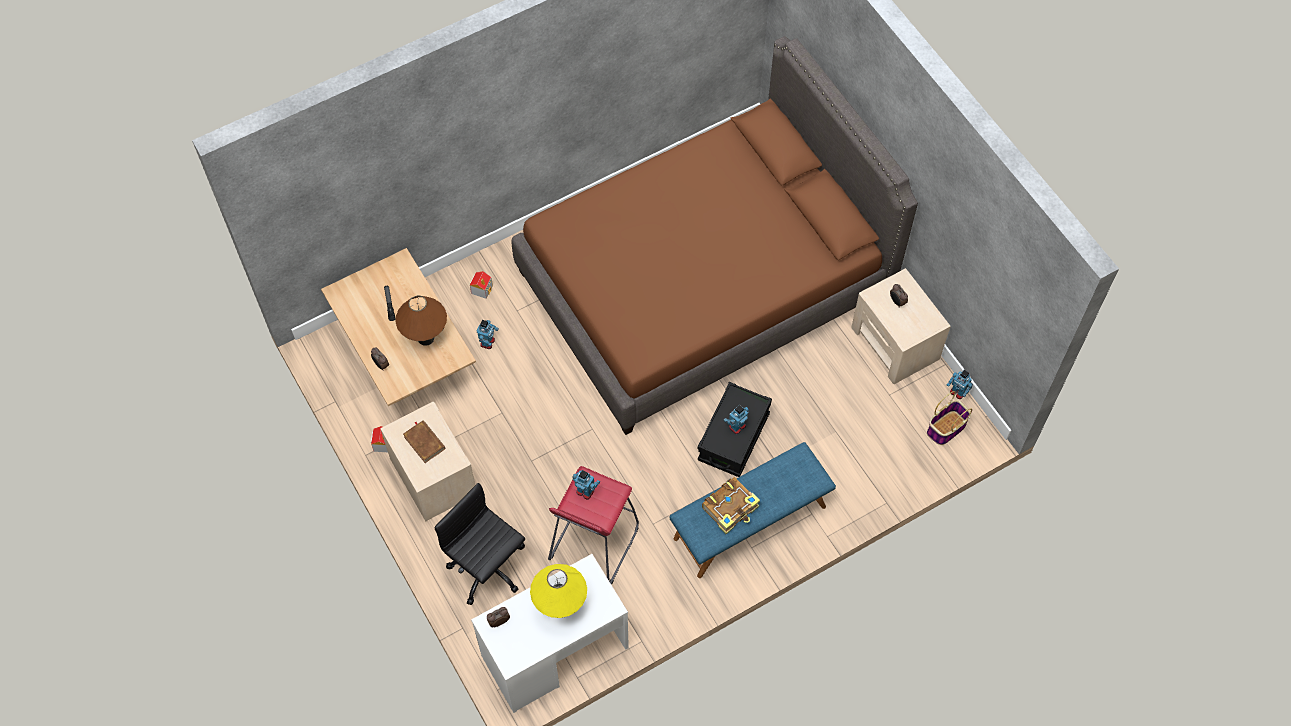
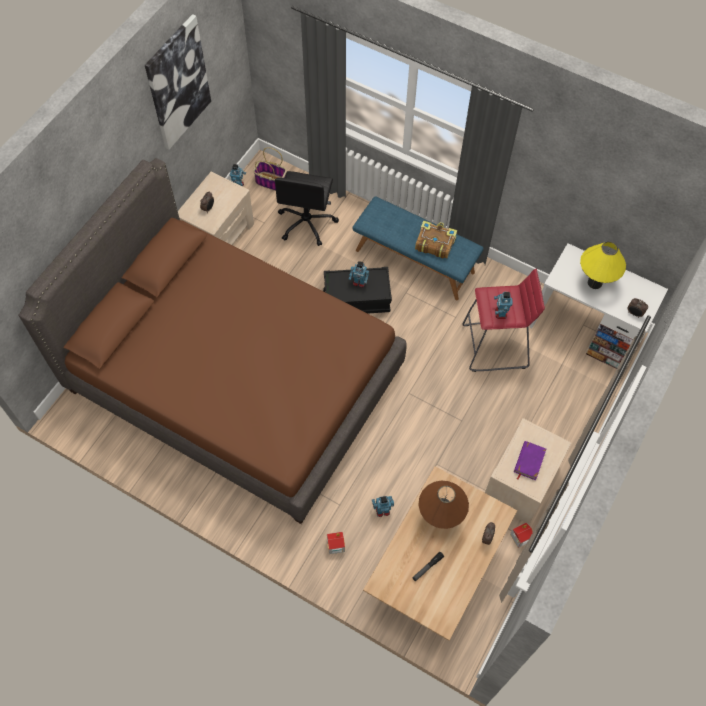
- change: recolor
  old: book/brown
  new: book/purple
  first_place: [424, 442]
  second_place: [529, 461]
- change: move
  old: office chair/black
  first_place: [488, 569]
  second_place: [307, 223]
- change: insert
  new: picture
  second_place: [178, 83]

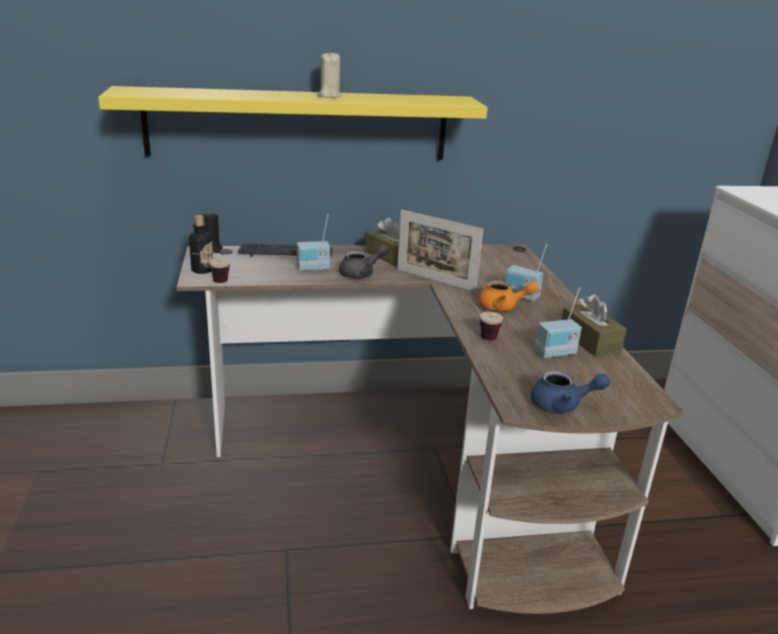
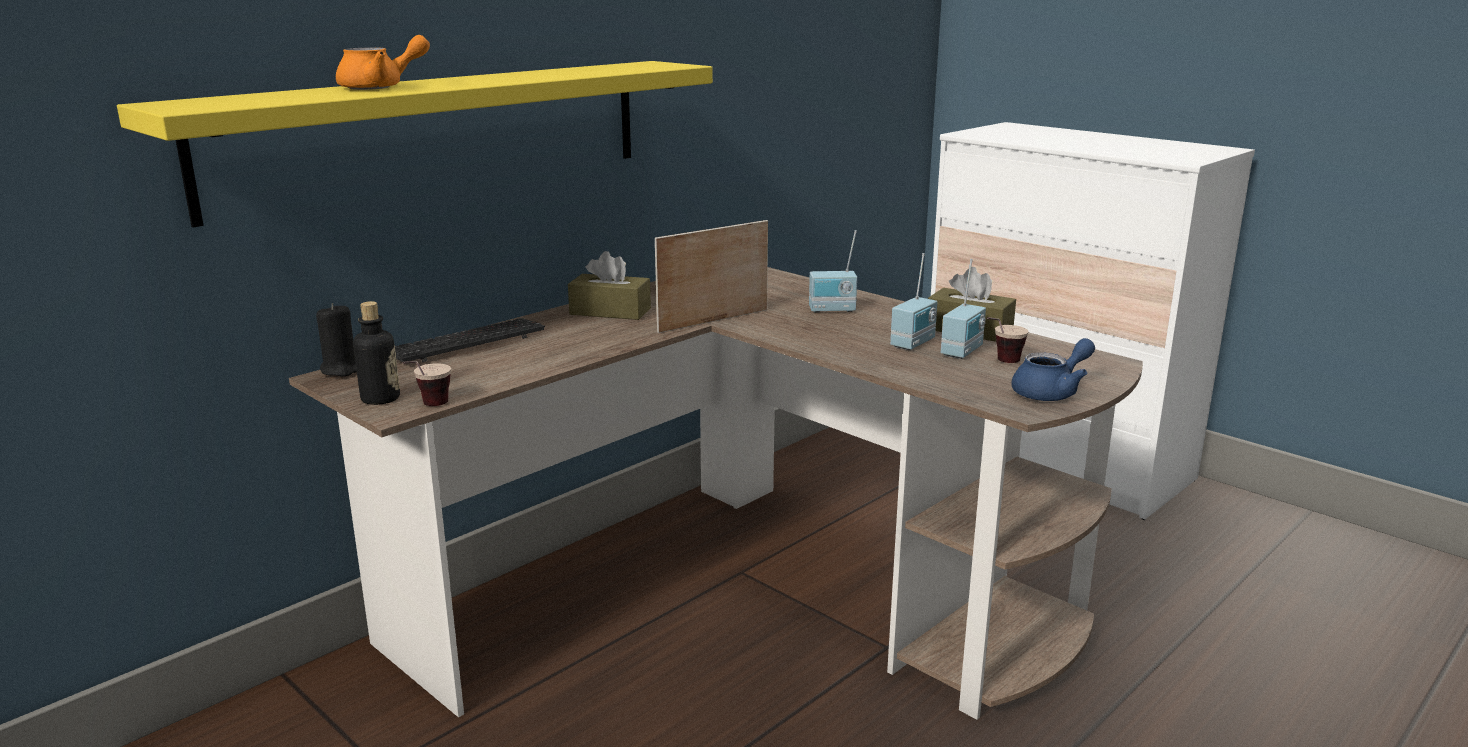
- change: move
  old: radio
  first_place: [313, 269]
  second_place: [914, 343]
- change: delete
  old: candle/beige
  first_place: [329, 96]
- change: delete
  old: teapot/grey
  first_place: [362, 274]
- change: rotate
  old: picture frame
  first_place: [435, 280]
  second_place: [713, 321]
  degrees: 150
- change: move
  old: cup
  first_place: [479, 337]
  second_place: [1000, 363]
- change: move
  old: teapot/orange
  first_place: [503, 307]
  second_place: [381, 87]

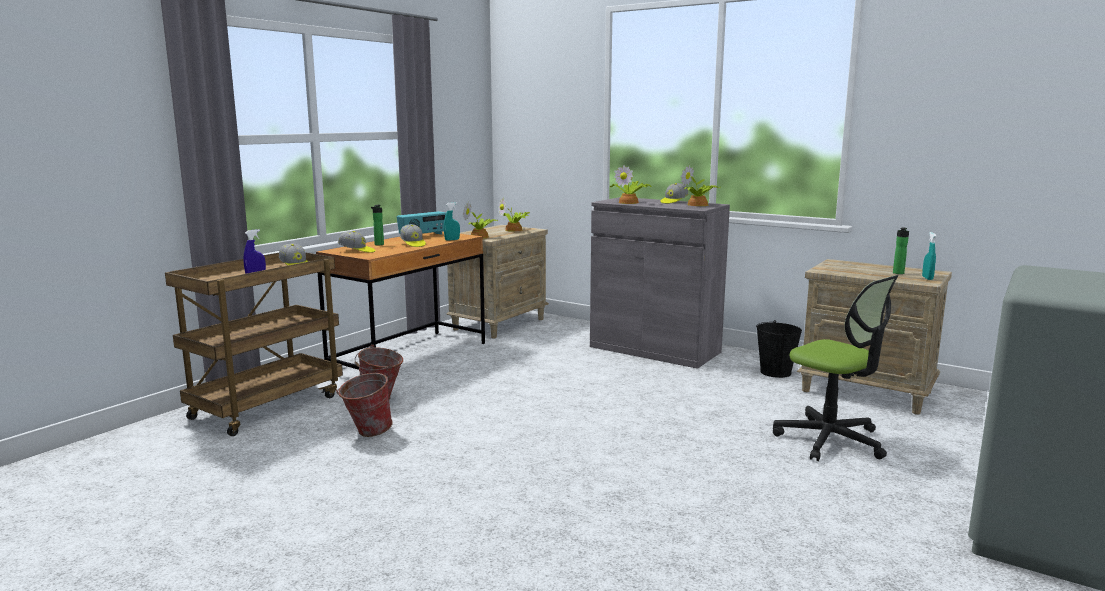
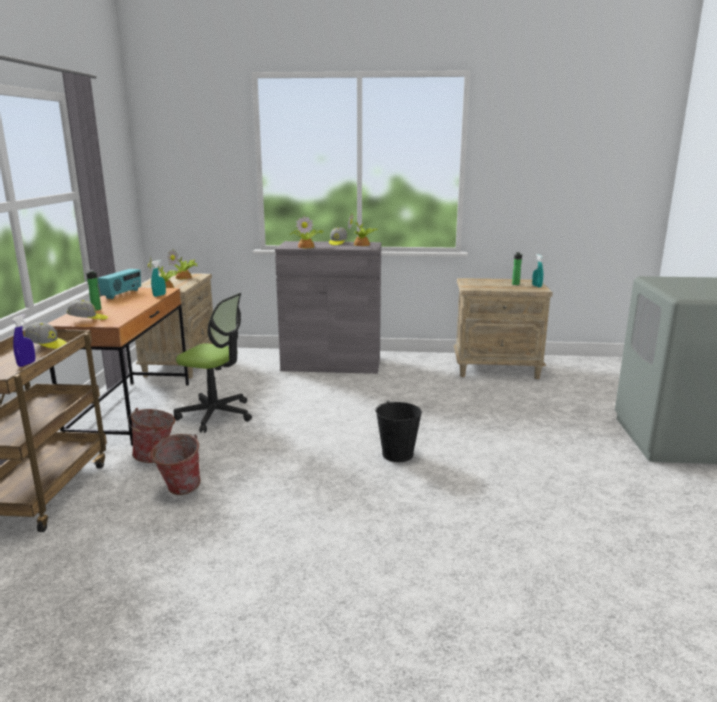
- change: delete
  old: cap
  first_place: [413, 244]
- change: move
  old: bucket/black
  first_place: [776, 372]
  second_place: [398, 454]
- change: move
  old: office chair
  first_place: [830, 440]
  second_place: [216, 415]

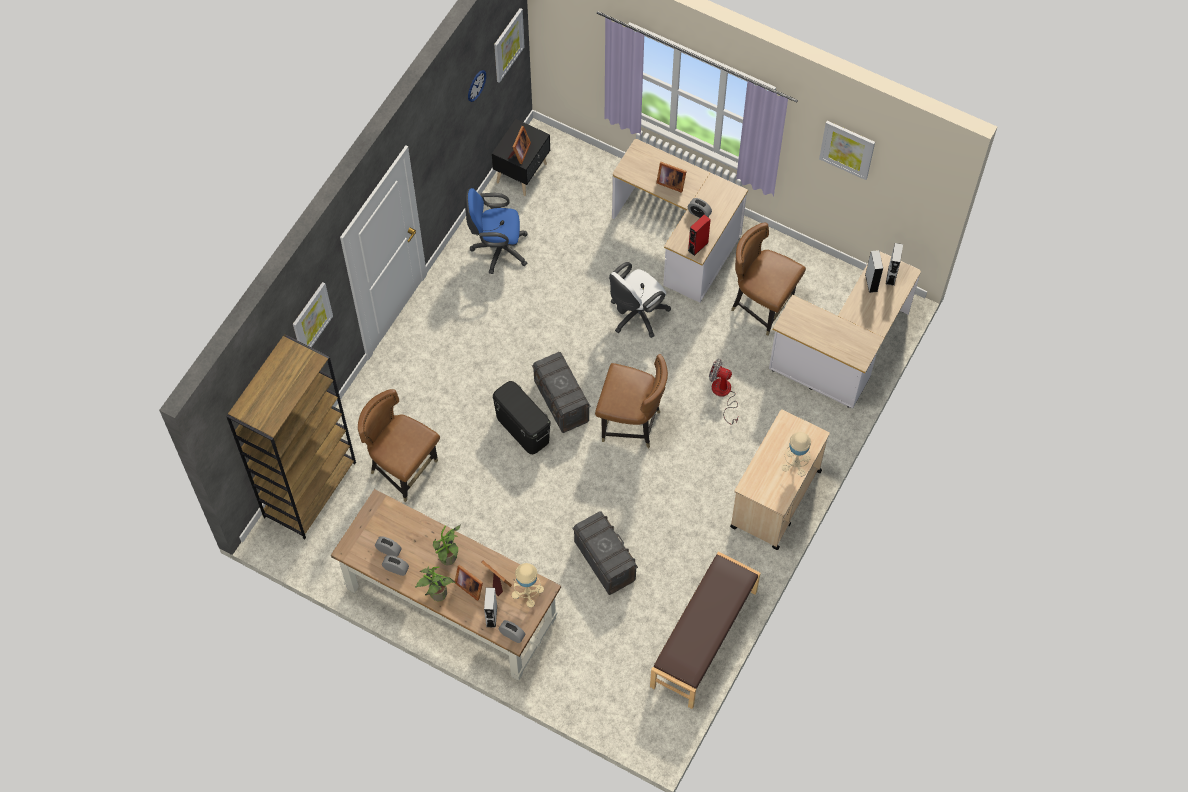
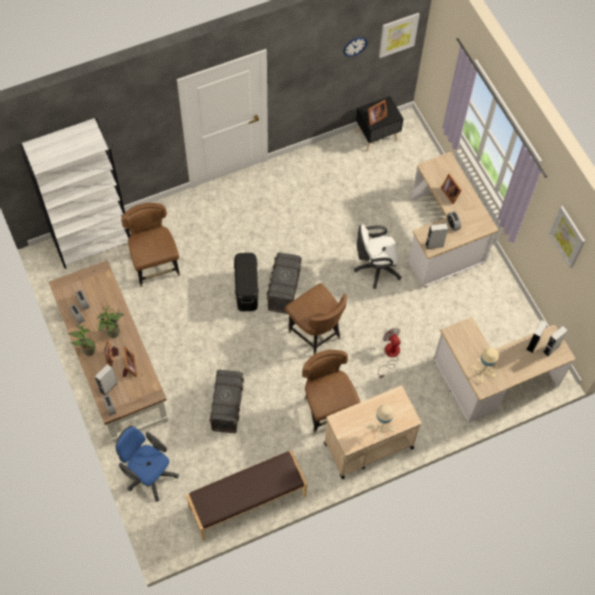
- change: recolor
  old: bookcase/brown
  new: bookcase/white
  first_place: [310, 489]
  second_place: [93, 241]
- change: delete
  old: picture
  first_place: [311, 319]
- change: move
  old: office chair/blue
  first_place: [497, 249]
  second_place: [148, 474]
- change: move
  old: table lamp/beige
  first_place: [527, 592]
  second_place: [483, 371]
- change: recolor
  old: speaker/red
  new: speaker/grey
  first_place: [698, 246]
  second_place: [434, 245]
- change: move
  old: chair/brown
  first_place: [762, 306]
  second_place: [327, 409]

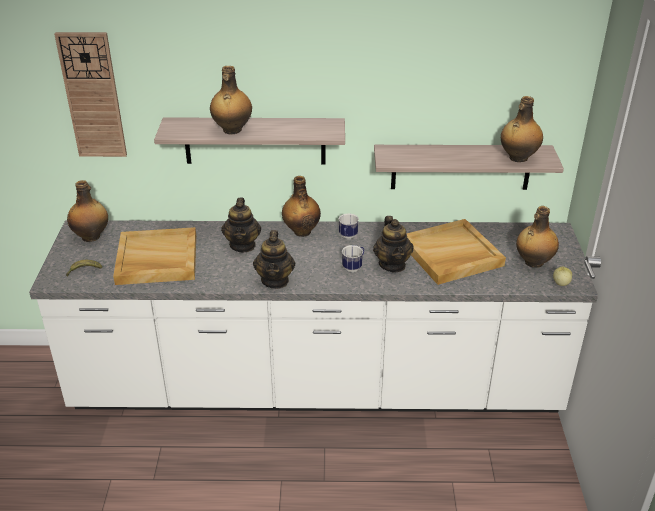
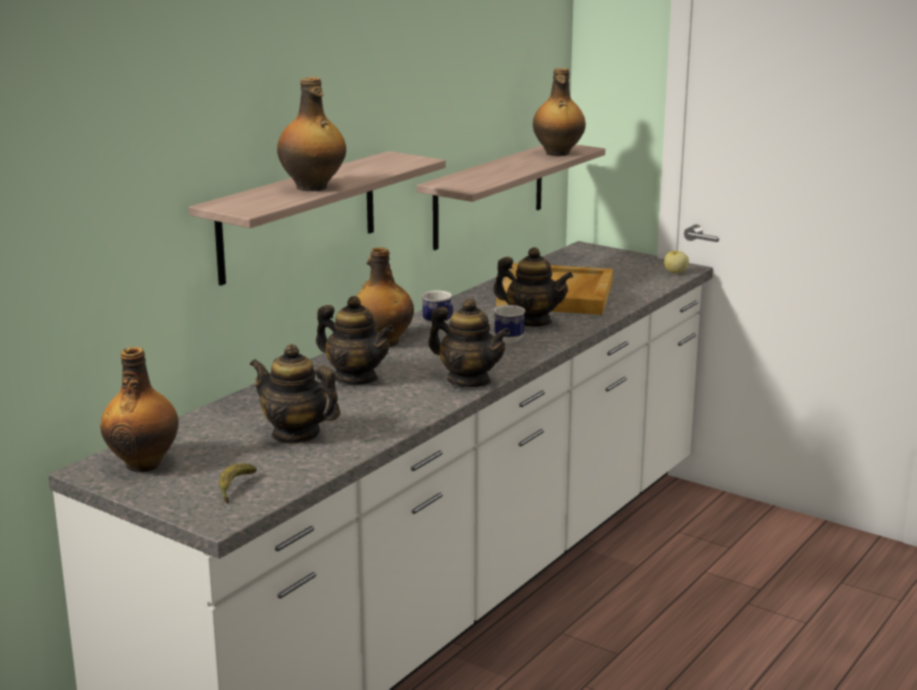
- change: delete
  old: wall clock
  first_place: [92, 96]
- change: replace
  old: tray/beige
  new: teapot
  first_place: [156, 259]
  second_place: [295, 434]
- change: delete
  old: bottle
  first_place: [533, 262]

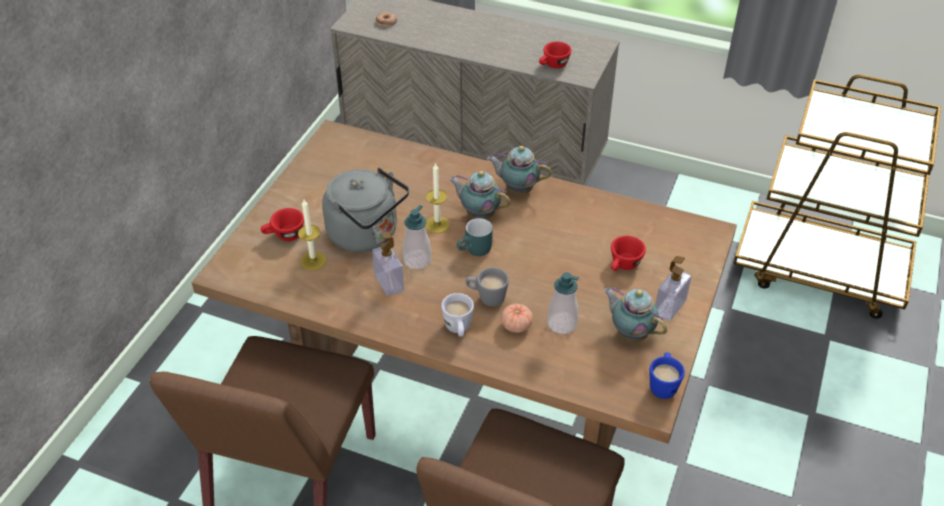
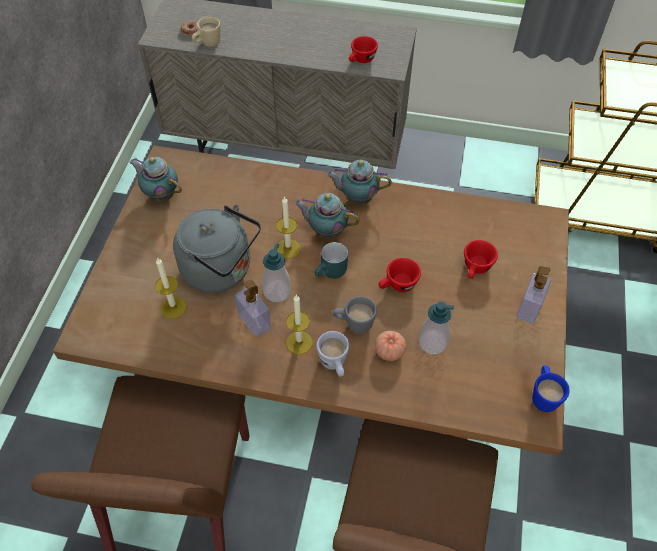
- change: move
  old: cup/red
  first_place: [284, 236]
  second_place: [397, 286]
- change: move
  old: teapot
  first_place: [630, 333]
  second_place: [161, 195]
- change: insert
  new: mug/beige
  second_place: [207, 44]
- change: insert
  new: candle
  second_place: [299, 342]

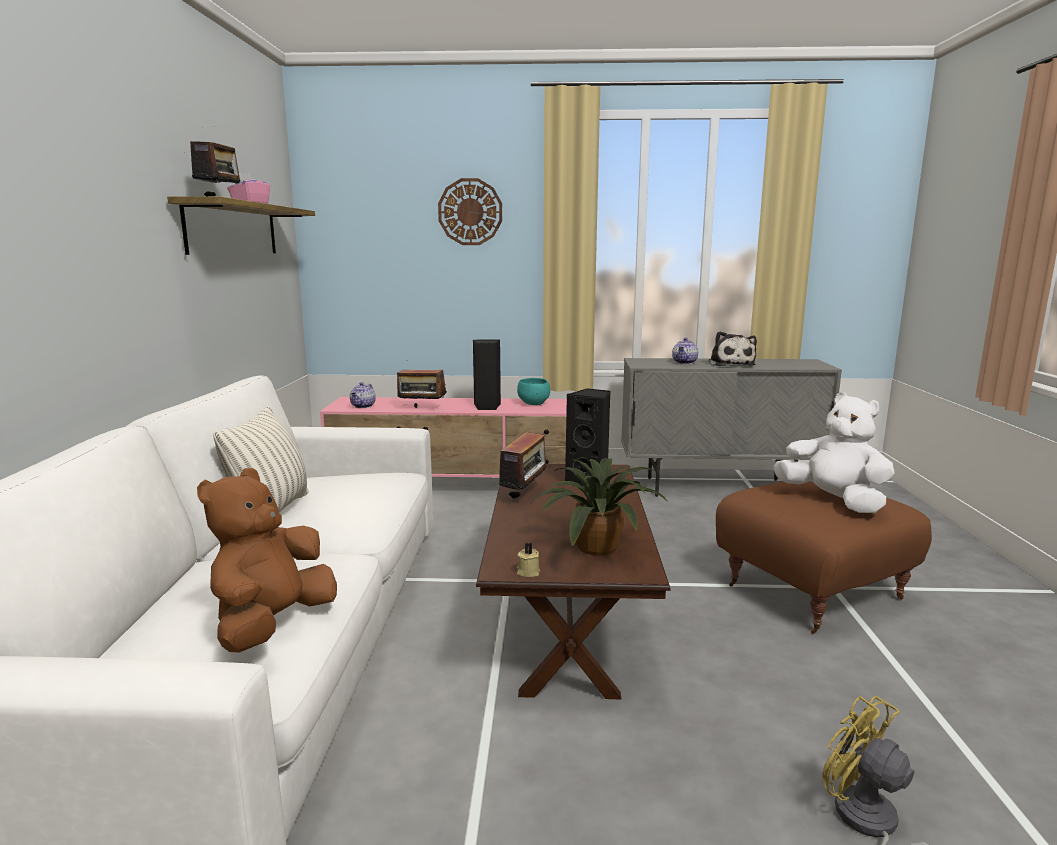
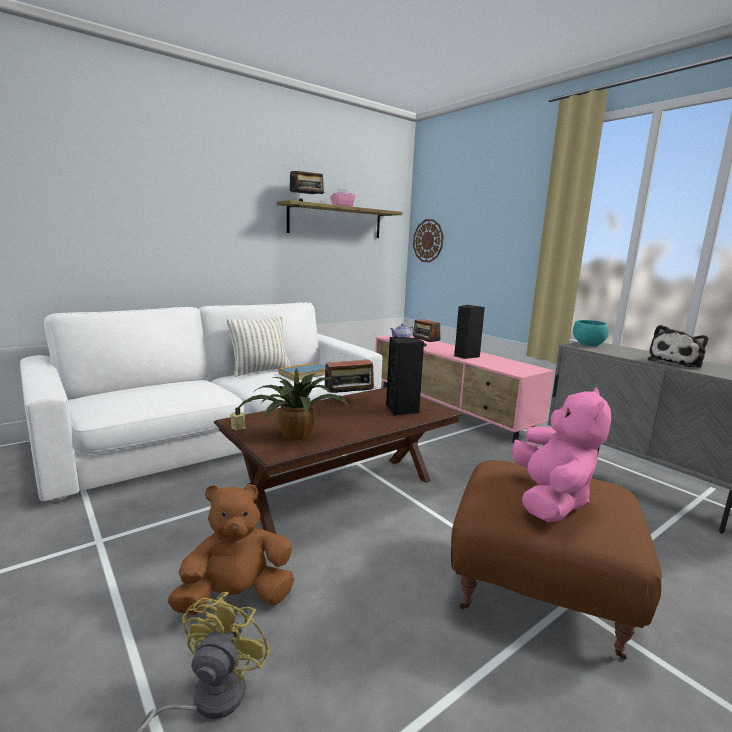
- change: move
  old: plush toy/brown
  first_place: [273, 625]
  second_place: [236, 598]
- change: move
  old: wall clock
  first_place: [470, 212]
  second_place: [428, 241]
- change: move
  old: bowl/turquoise
  first_place: [534, 404]
  second_place: [589, 345]
- change: delete
  old: teapot
  first_place: [685, 362]
- change: recolor
  old: plush toy/white
  new: plush toy/pink
  first_place: [833, 501]
  second_place: [550, 500]
- change: insert
  new: book
  second_place: [305, 374]

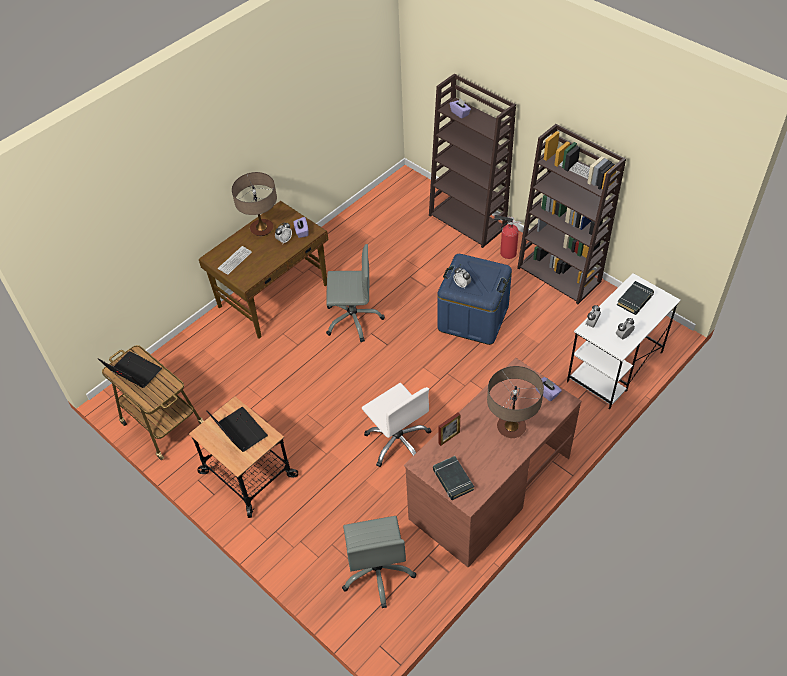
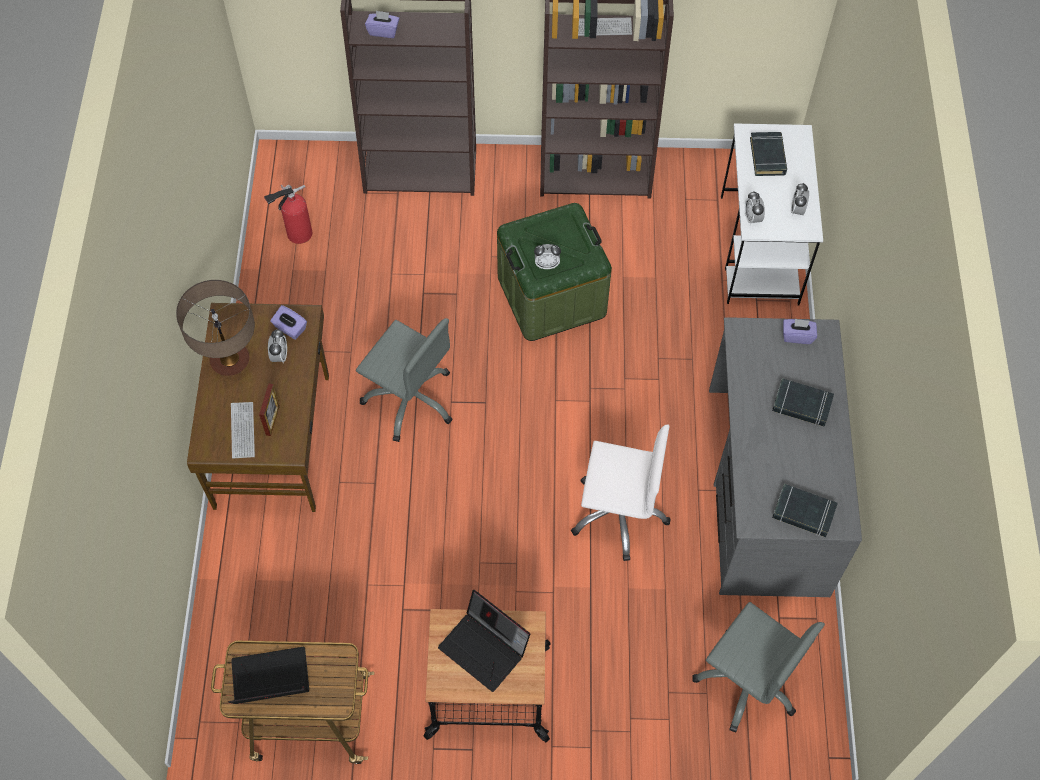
- change: rotate
  old: laptop
  first_place: [238, 431]
  second_place: [485, 648]
  degrees: -150
- change: rotate
  old: office chair/grey
  first_place: [353, 319]
  second_place: [410, 399]
  degrees: 75
- change: recolor
  old: desk/brown
  new: desk/grey
  first_place: [489, 487]
  second_place: [766, 490]
- change: recolor
  old: storage box/blue
  new: storage box/green
  first_place: [473, 317]
  second_place: [551, 296]
- change: move
  old: picture frame
  first_place: [449, 438]
  second_place: [273, 420]
- change: replace
  old: table lamp
  new: book/black
  first_place: [511, 427]
  second_place: [801, 405]
- change: move
  old: fire extinguisher
  first_place: [506, 252]
  second_place: [297, 234]

